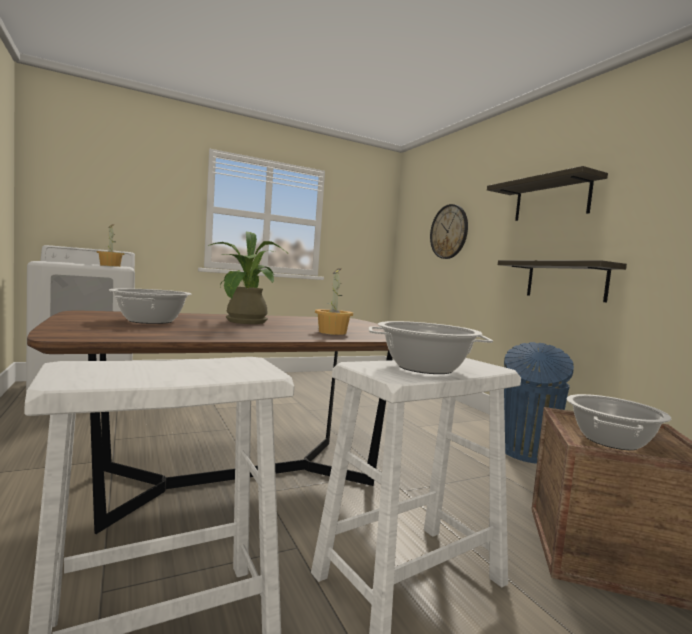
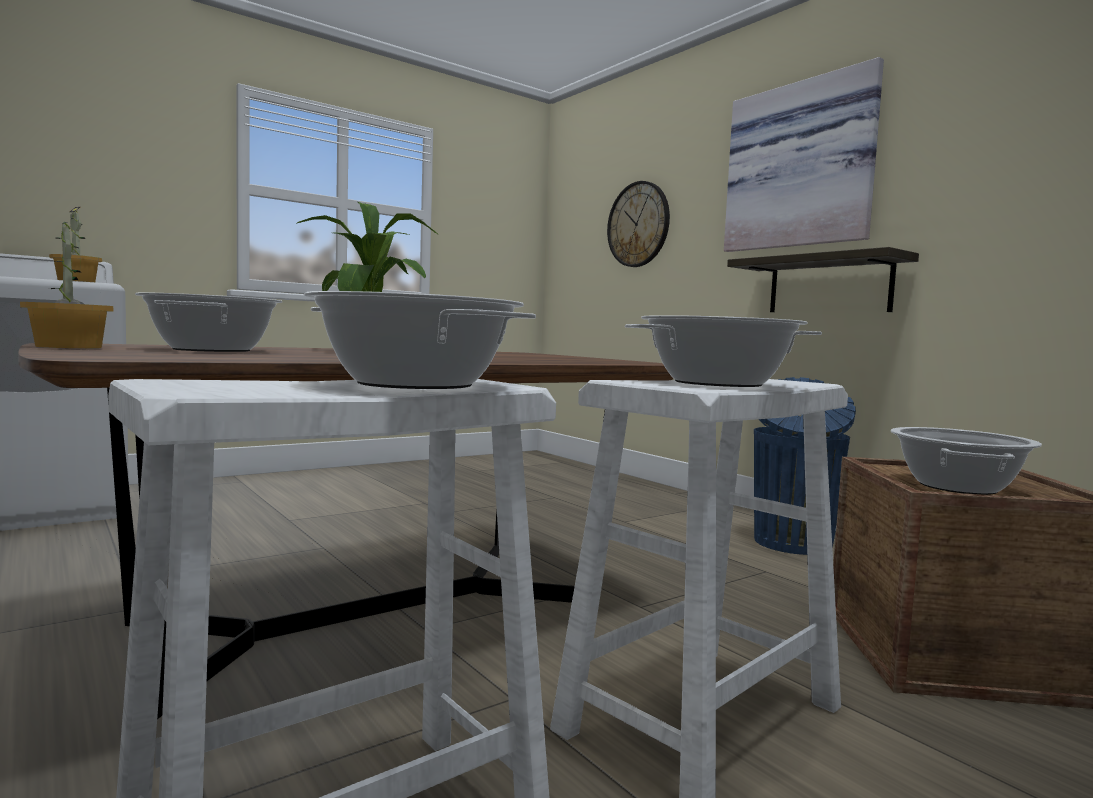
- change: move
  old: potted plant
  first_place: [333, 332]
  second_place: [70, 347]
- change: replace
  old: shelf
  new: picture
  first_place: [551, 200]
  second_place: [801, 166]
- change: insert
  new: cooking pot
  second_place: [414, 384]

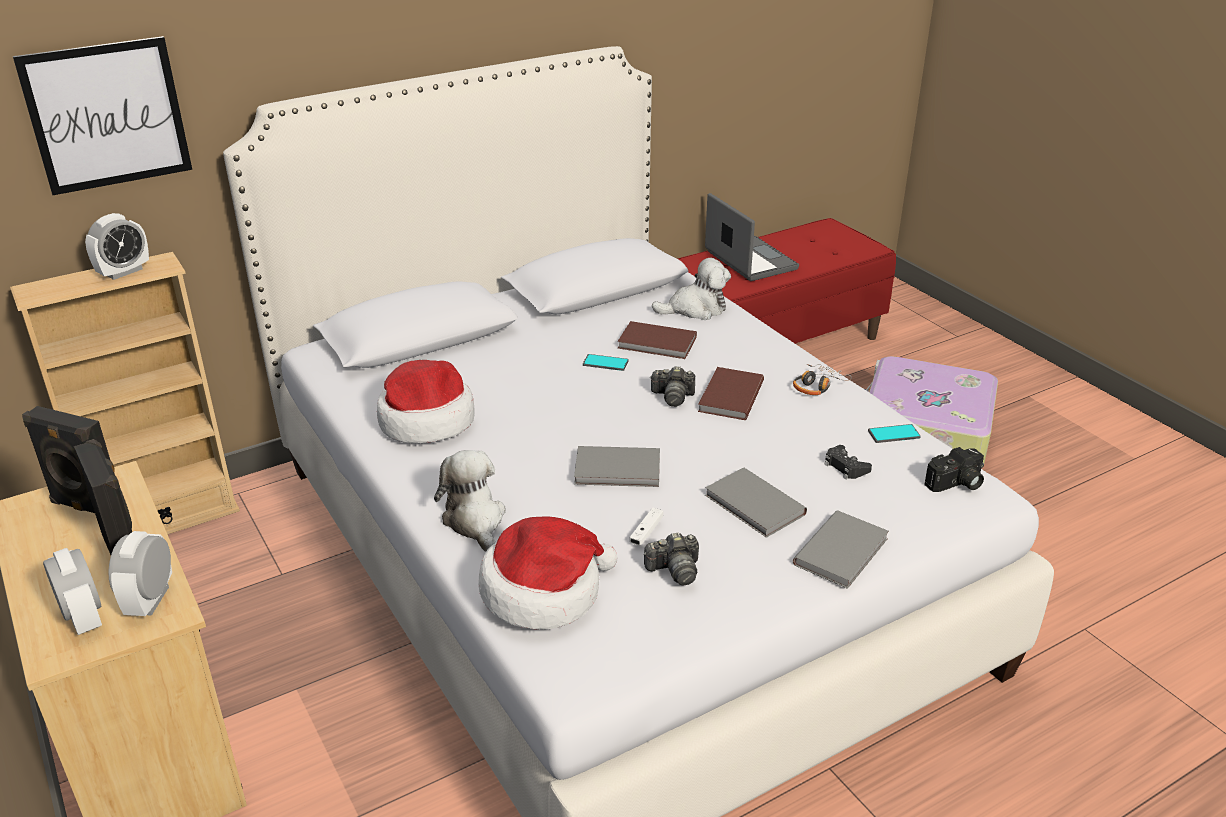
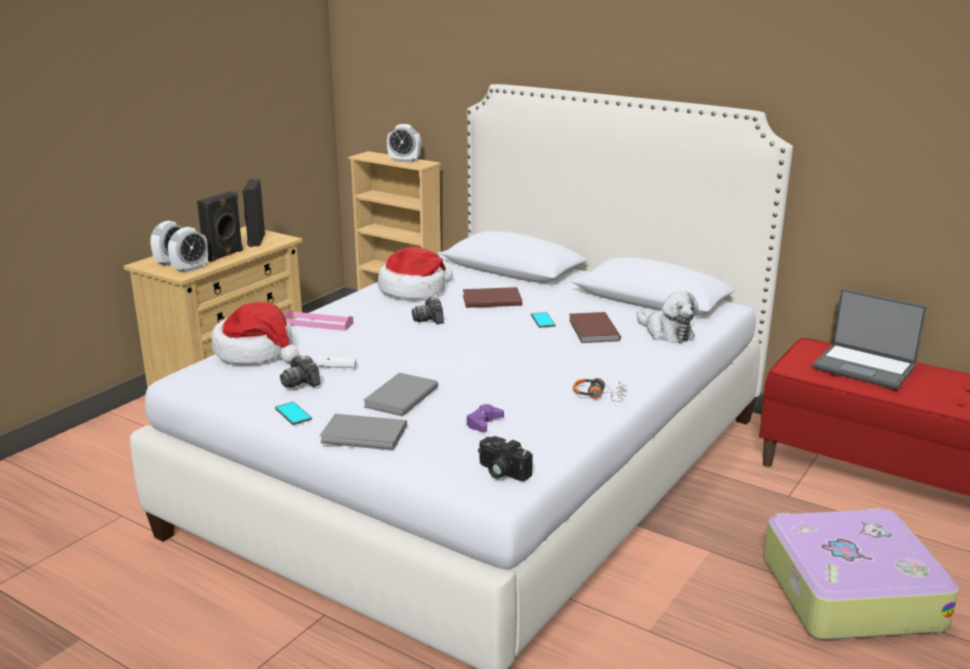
- change: delete
  old: picture
  first_place: [107, 115]
- change: rotate
  old: alarm clock
  first_place: [150, 600]
  second_place: [190, 268]
  degrees: 150
- change: replace
  old: plush toy
  new: tray/pink
  first_place: [475, 521]
  second_place: [318, 323]
- change: delete
  old: book/grey
  first_place: [618, 470]
- change: move
  old: photo camera
  first_place: [673, 397]
  second_place: [429, 319]
- change: move
  old: book/brown
  first_place: [729, 396]
  second_place: [491, 300]
- change: rotate
  old: laptop
  first_place: [749, 261]
  second_place: [864, 367]
  degrees: 90
- change: recolor
  old: game controller/black
  new: game controller/purple
  first_place: [845, 467]
  second_place: [484, 423]
- change: move
  old: phone
  first_place: [894, 434]
  second_place: [293, 414]

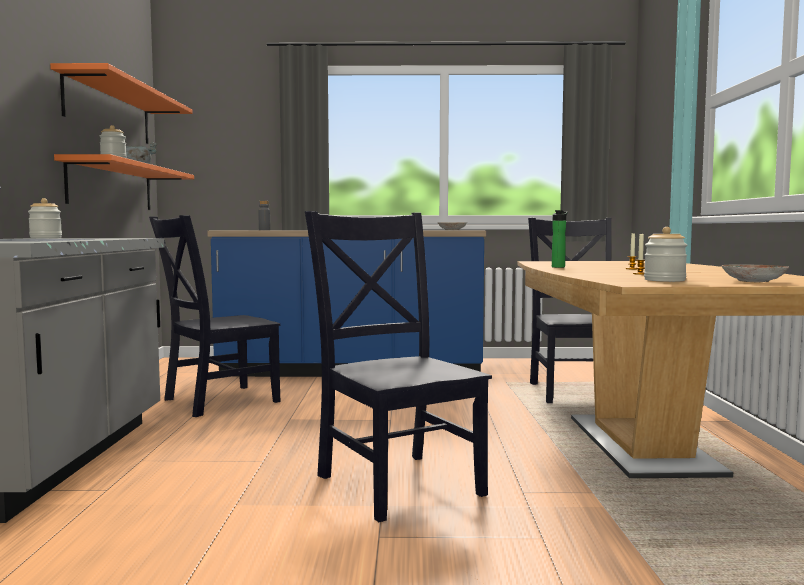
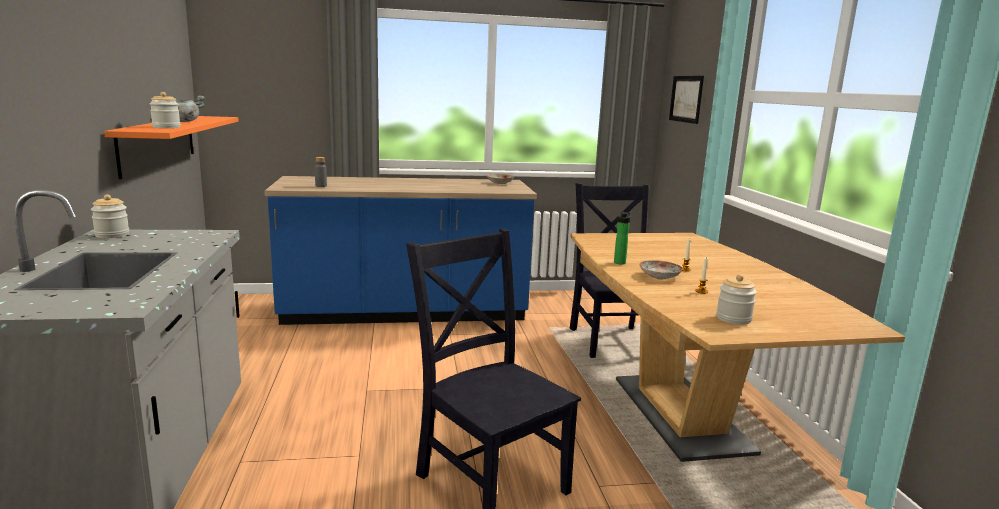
- change: delete
  old: shelf/orange
  first_place: [109, 110]
- change: delete
  old: chair/black
  first_place: [216, 401]
- change: move
  old: plate
  first_place: [754, 281]
  second_place: [660, 276]
- change: insert
  new: picture
  second_place: [686, 99]

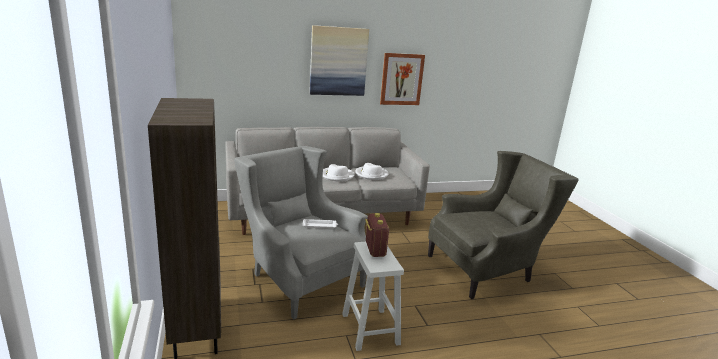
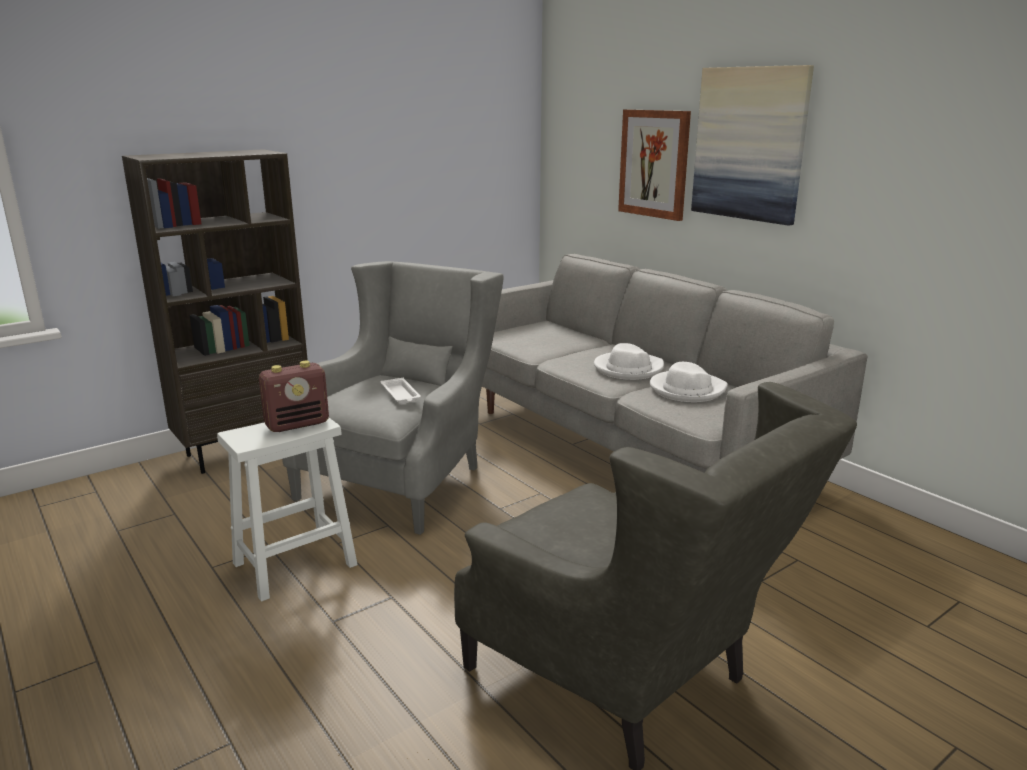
- change: move
  old: picture
  first_place: [401, 79]
  second_place: [654, 164]

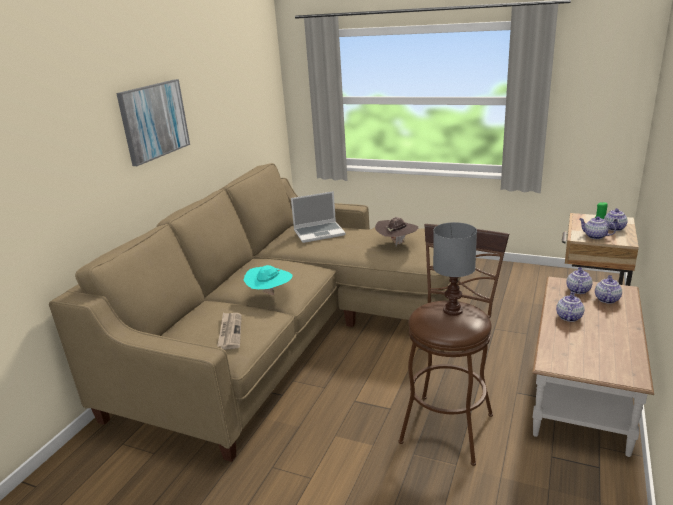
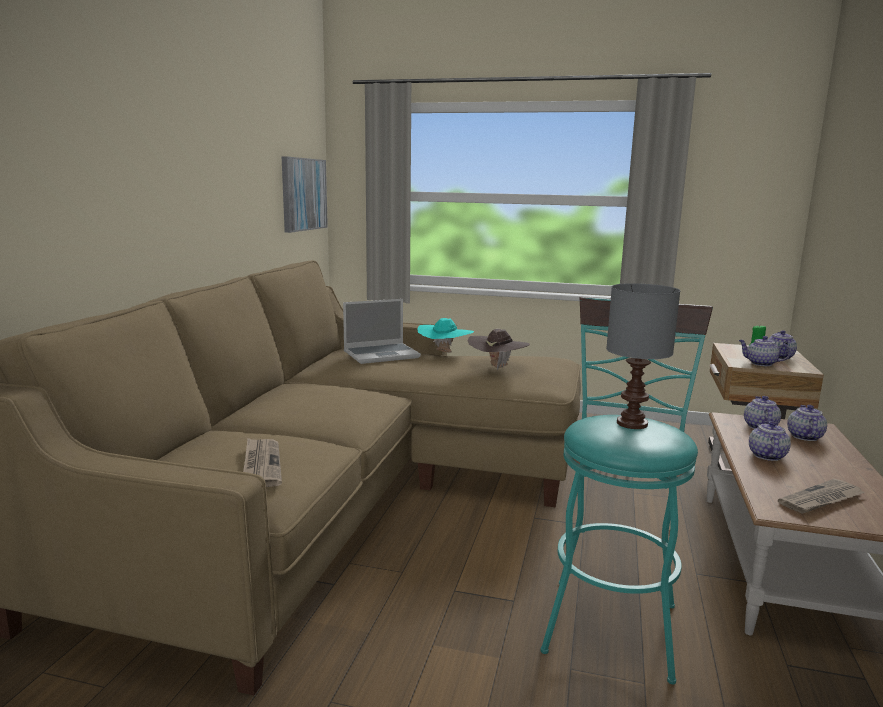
- change: move
  old: picture
  first_place: [154, 121]
  second_place: [303, 194]
- change: move
  old: hat/turquoise
  first_place: [270, 294]
  second_place: [444, 353]
- change: recolor
  old: stool/brown
  new: stool/turquoise
  first_place: [449, 422]
  second_place: [611, 618]
- change: insert
  new: newspaper
  second_place: [821, 499]

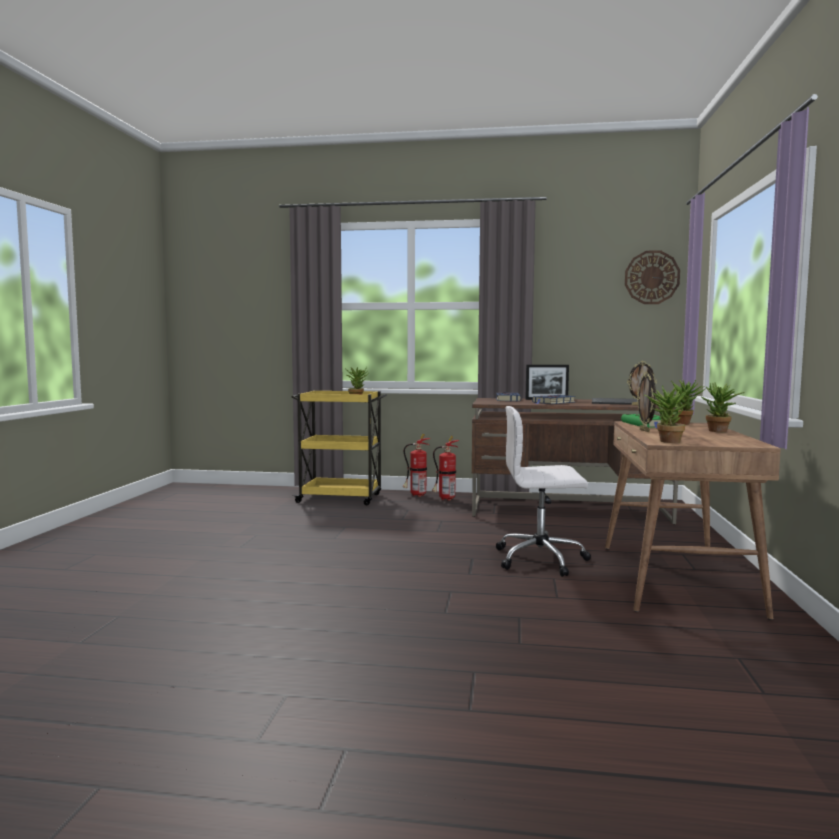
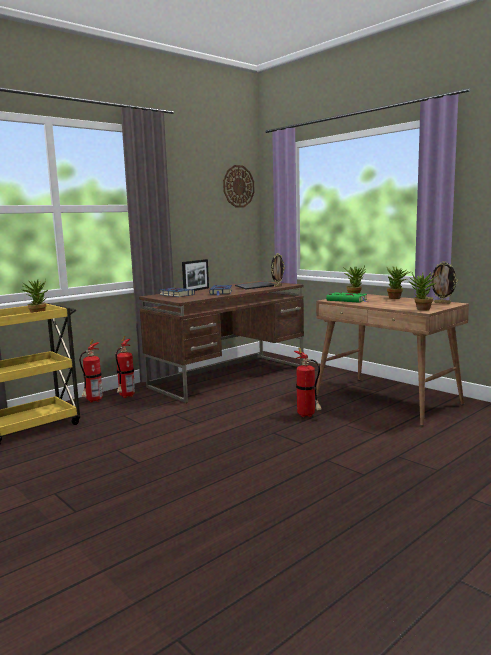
- change: replace
  old: office chair/white
  new: fire extinguisher
  first_place: [542, 559]
  second_place: [307, 416]
- change: move
  old: picture frame
  first_place: [645, 430]
  second_place: [442, 303]

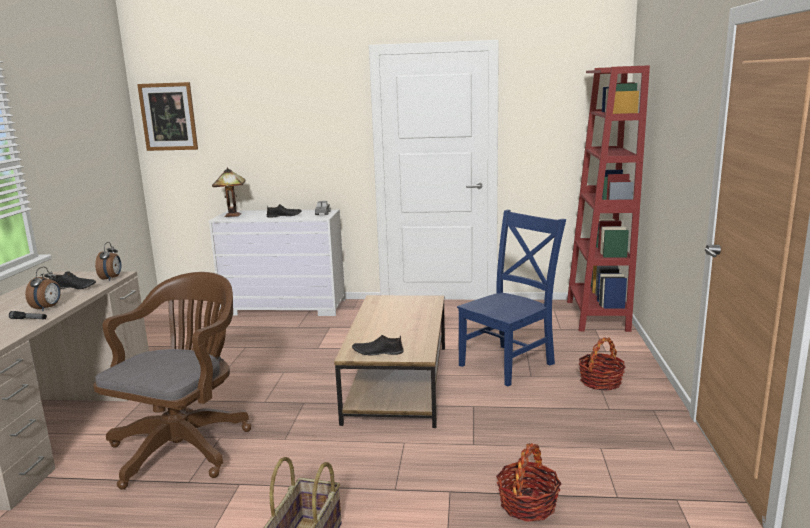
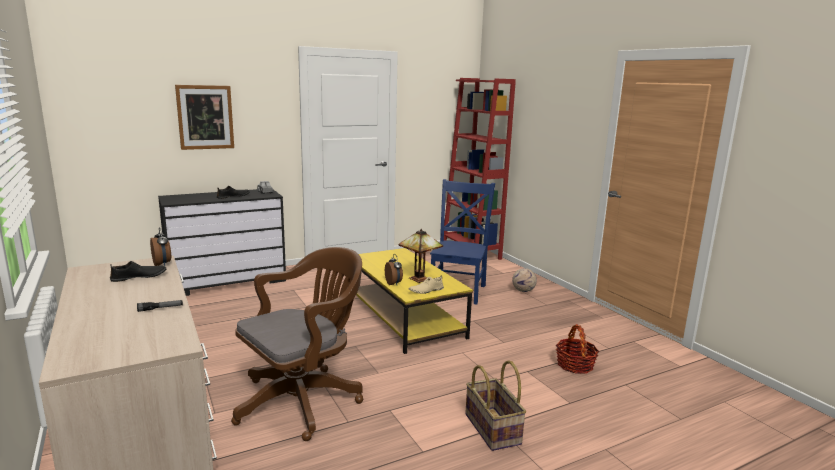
- change: move
  old: alarm clock
  first_place: [48, 308]
  second_place: [394, 283]
- change: rotate
  old: office chair/brown
  first_place: [184, 445]
  second_place: [303, 399]
  degrees: 60
- change: move
  old: picture
  first_place: [168, 116]
  second_place: [205, 117]
- change: recolor
  old: dresser/white
  new: dresser/black
  first_place: [284, 307]
  second_place: [227, 281]
- change: move
  old: table lamp
  first_place: [233, 215]
  second_place: [421, 279]
- change: recolor
  old: coffee table/brown
  new: coffee table/yellow
  first_place: [399, 382]
  second_place: [404, 317]
- change: recolor
  old: shoe/black
  new: shoe/beige
  first_place: [377, 352]
  second_place: [426, 290]
- change: replace
  old: basket
  new: football
  first_place: [600, 382]
  second_place: [523, 291]

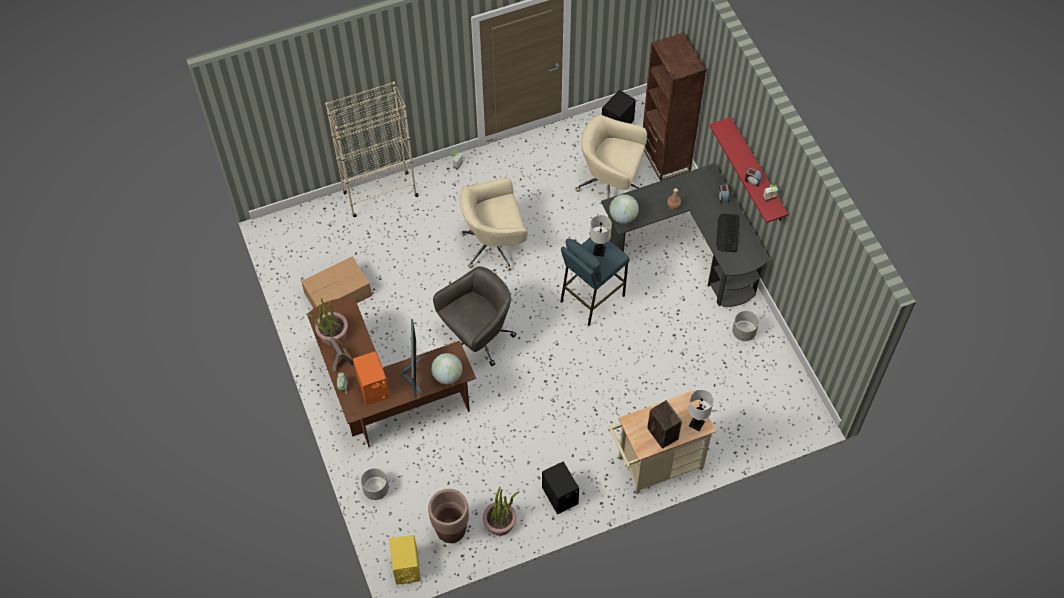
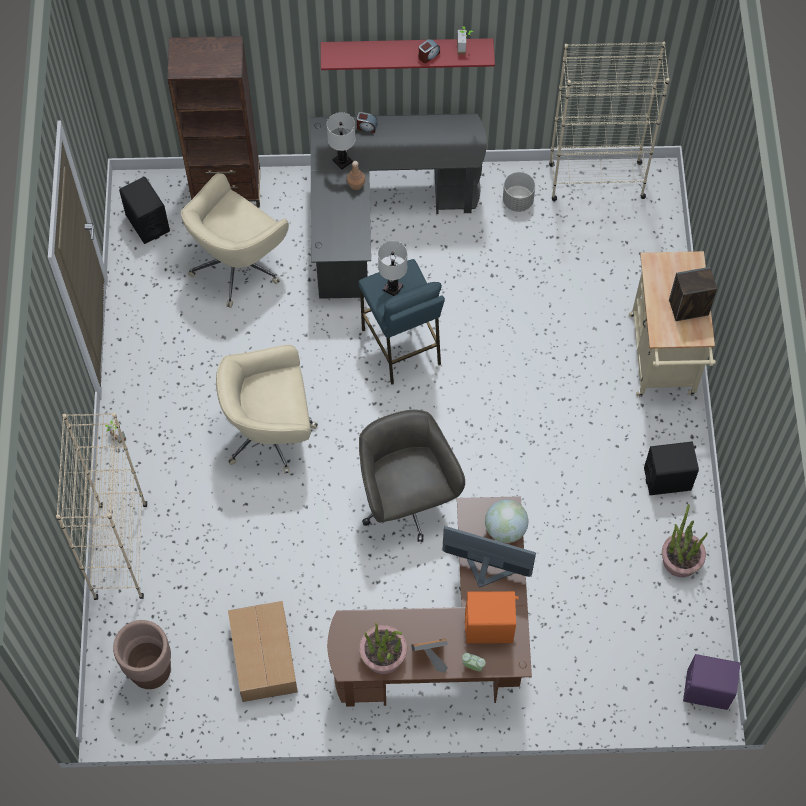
- change: delete
  old: planter/grey
  first_place: [376, 489]
- change: recolor
  old: speaker/yellow
  new: speaker/purple
  first_place: [406, 567]
  second_place: [706, 690]
- change: move
  old: planter/brown
  first_place: [451, 530]
  second_place: [151, 671]
- change: rotate
  old: office chair/beige
  first_place: [495, 245]
  second_place: [271, 432]
  degrees: 75
- change: delete
  old: globe
  first_place: [623, 217]
- change: move
  old: table lamp/white
  first_place: [696, 424]
  second_place: [342, 161]
- change: delete
  old: keyboard
  first_place: [727, 233]
- change: insert
  new: bookcase/beige
  second_place: [596, 181]

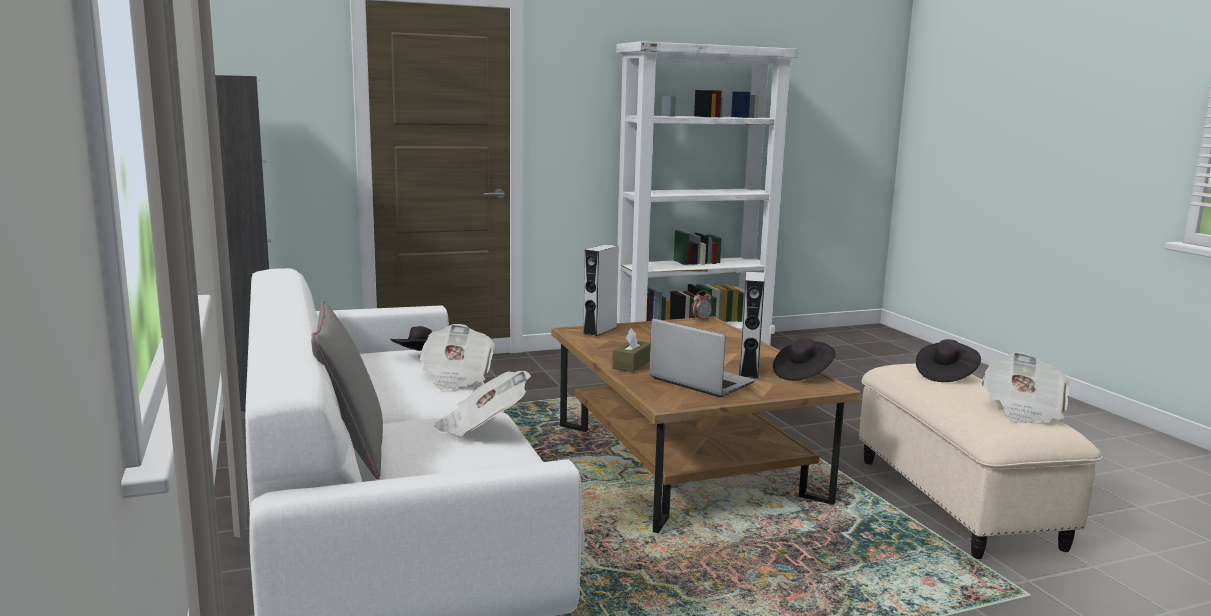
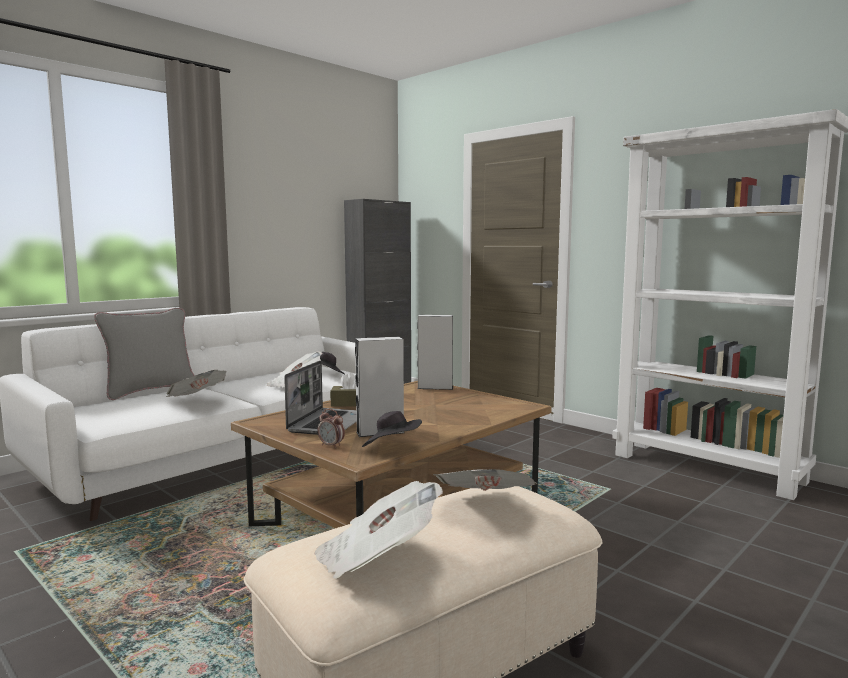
- change: move
  old: alarm clock
  first_place: [701, 319]
  second_place: [331, 446]
- change: replace
  old: hat/black
  new: newspaper
  first_place: [945, 375]
  second_place: [485, 507]

